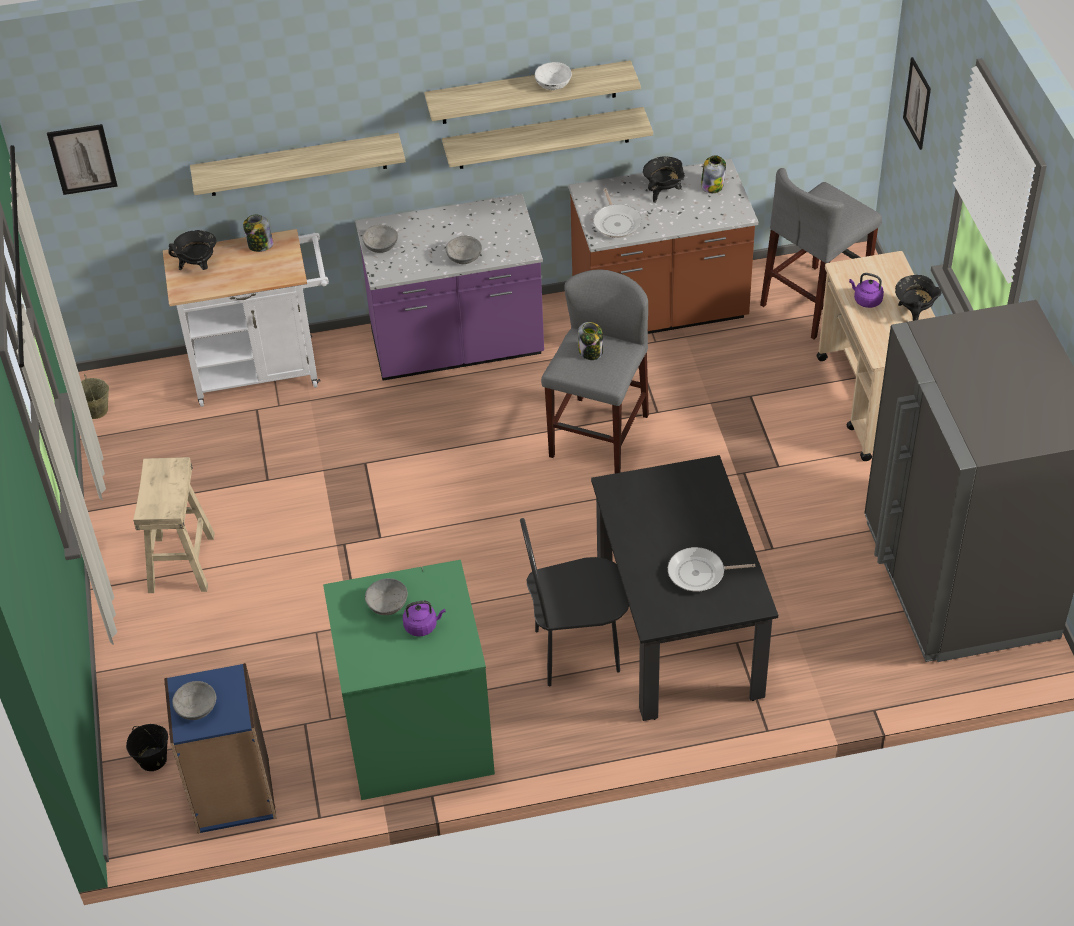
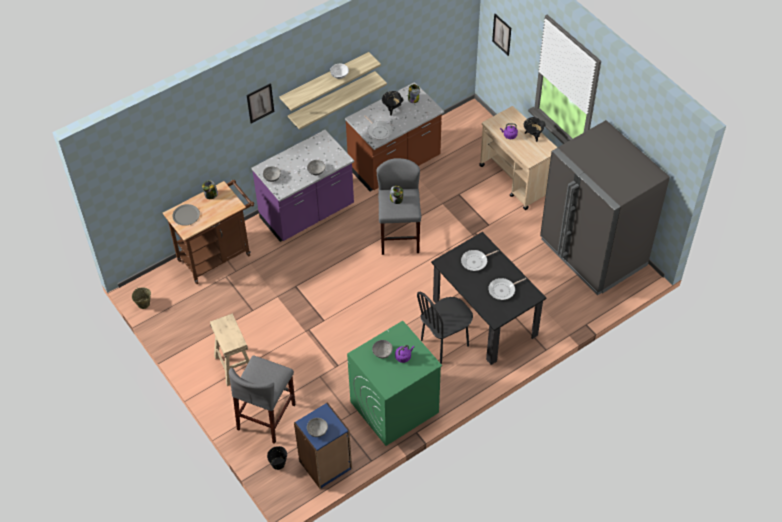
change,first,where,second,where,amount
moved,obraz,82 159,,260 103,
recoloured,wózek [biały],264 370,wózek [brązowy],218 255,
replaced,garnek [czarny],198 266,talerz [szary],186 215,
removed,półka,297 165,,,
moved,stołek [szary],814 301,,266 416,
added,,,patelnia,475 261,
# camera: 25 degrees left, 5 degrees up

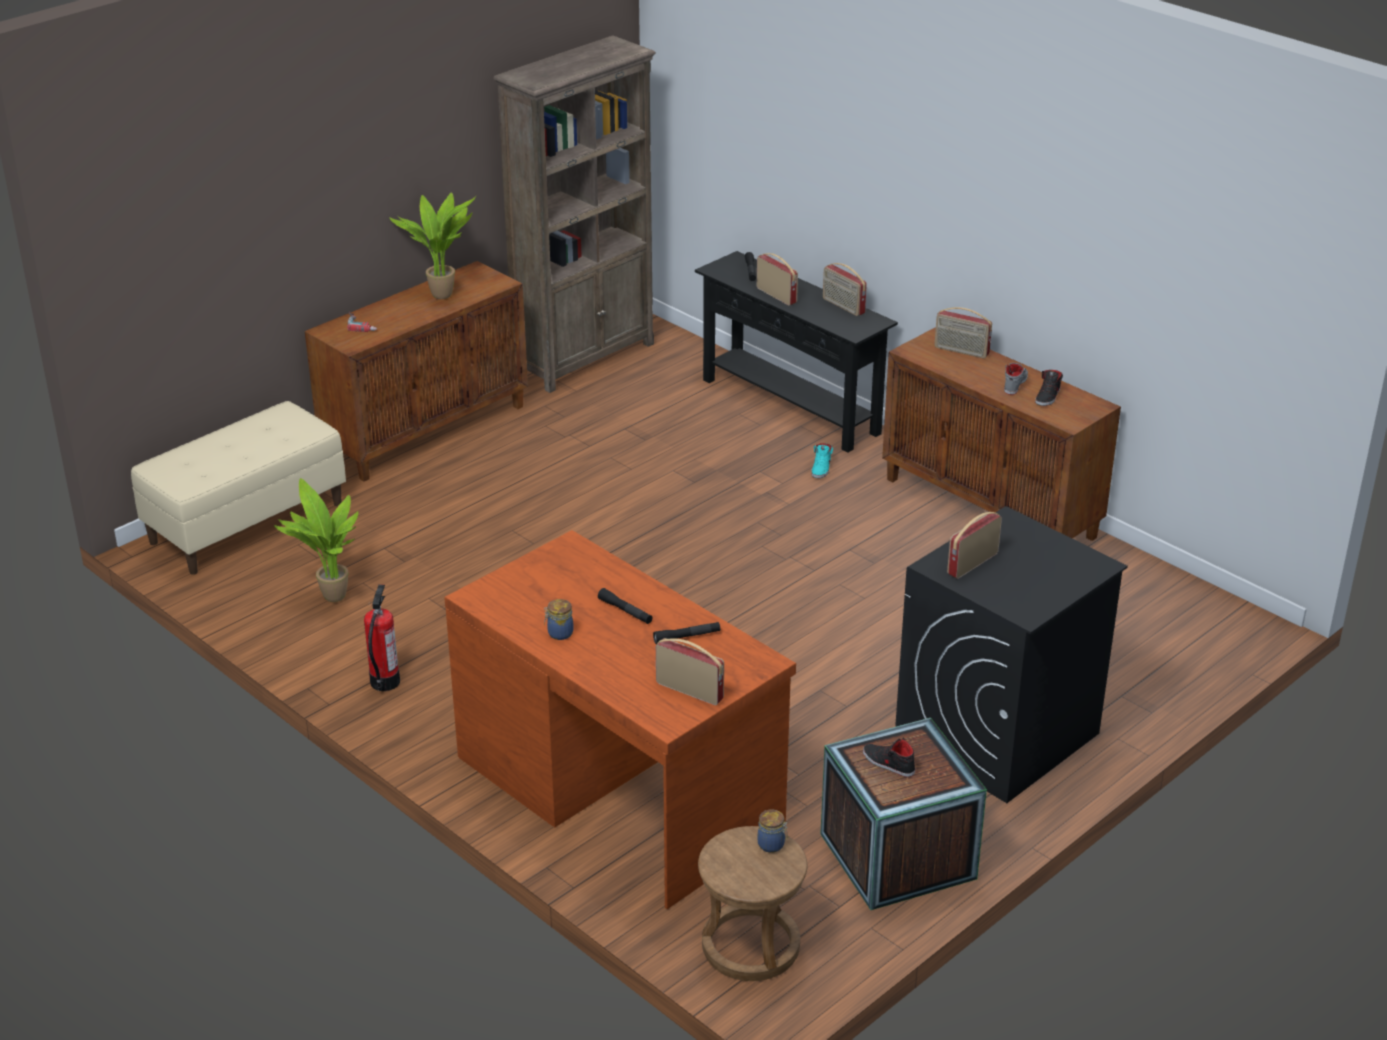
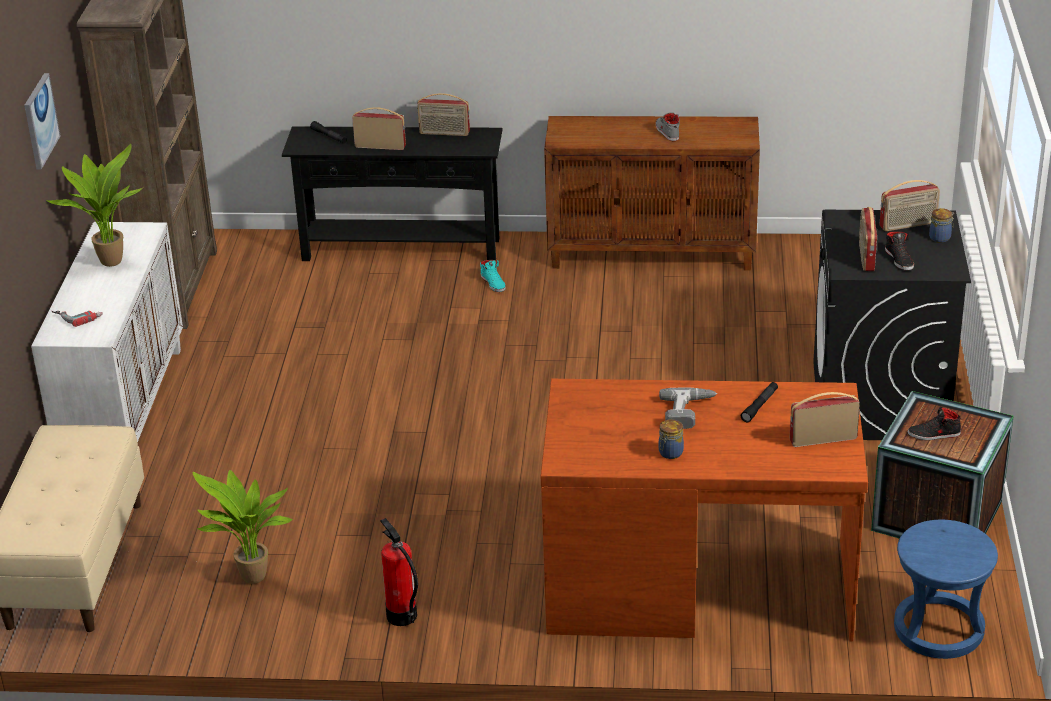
change,first,where,second,where,amount
recoloured,szafka [brązowy],426 431,szafka [biały],123 409,
replaced,latarka [czarny],625 611,wiertarka,689 412,
recoloured,stołek [brązowy],751 946,stołek [niebieski],939 629,
moved,słoik,772 845,,940 238,
moved,radio,961 351,,908 225,
moved,but [czarny],1048 396,,899 259,
added,,,obraz,40 121,
# camera: 40 degrees left, 0 degrees up

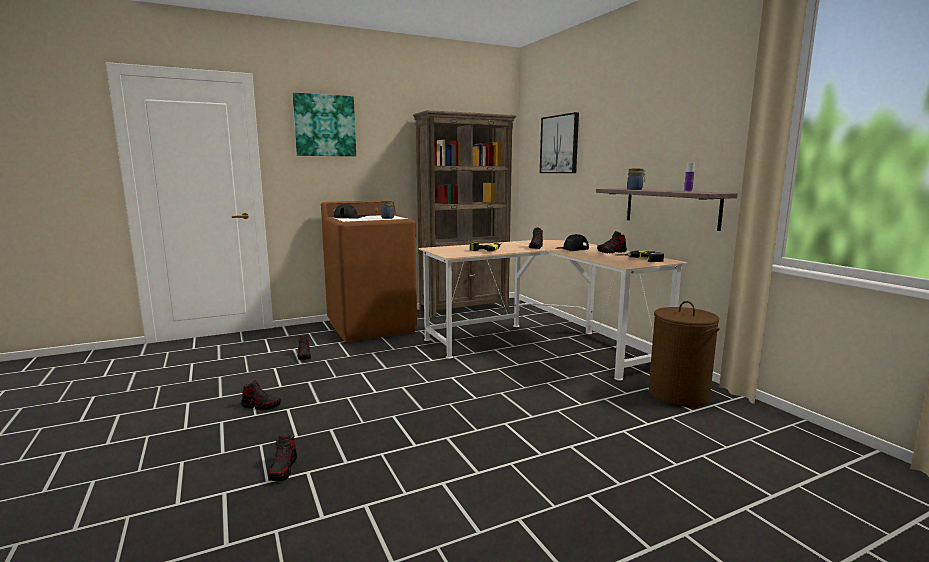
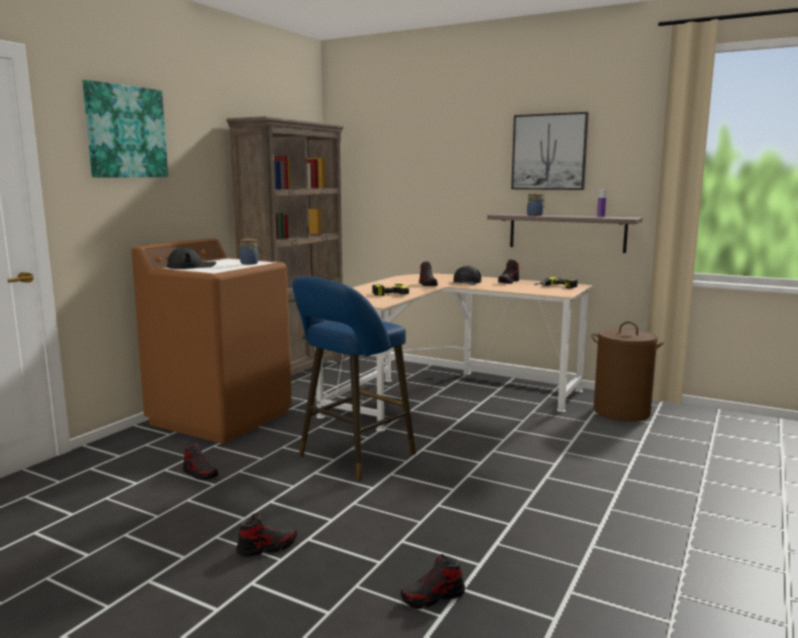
change,first,where,second,where,amount
turned,but,283 469,,433 597,105 degrees clockwise
moved,obraz,559 144,,549 152,
added,,,stołek [niebieski],352 457,
# camera: 35 degrees left, 0 degrees up

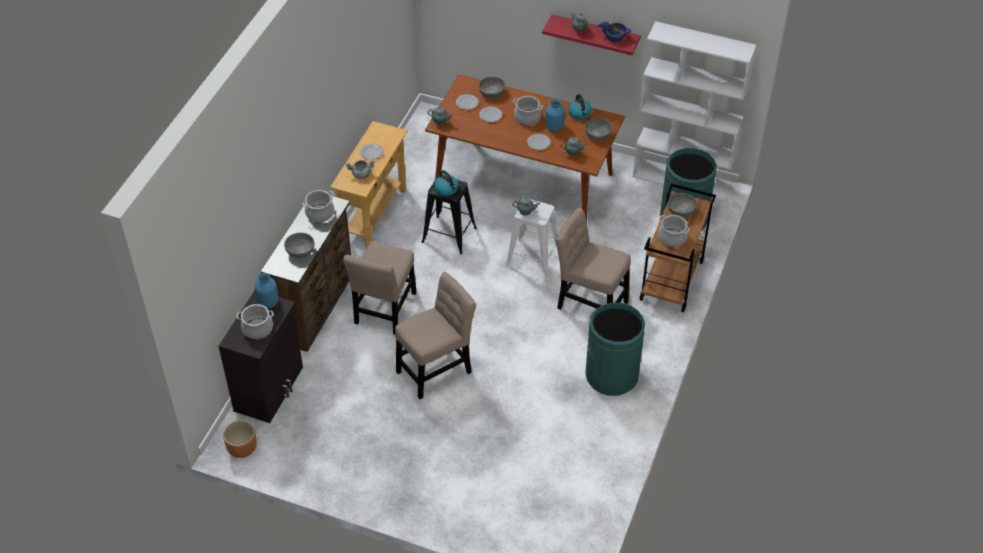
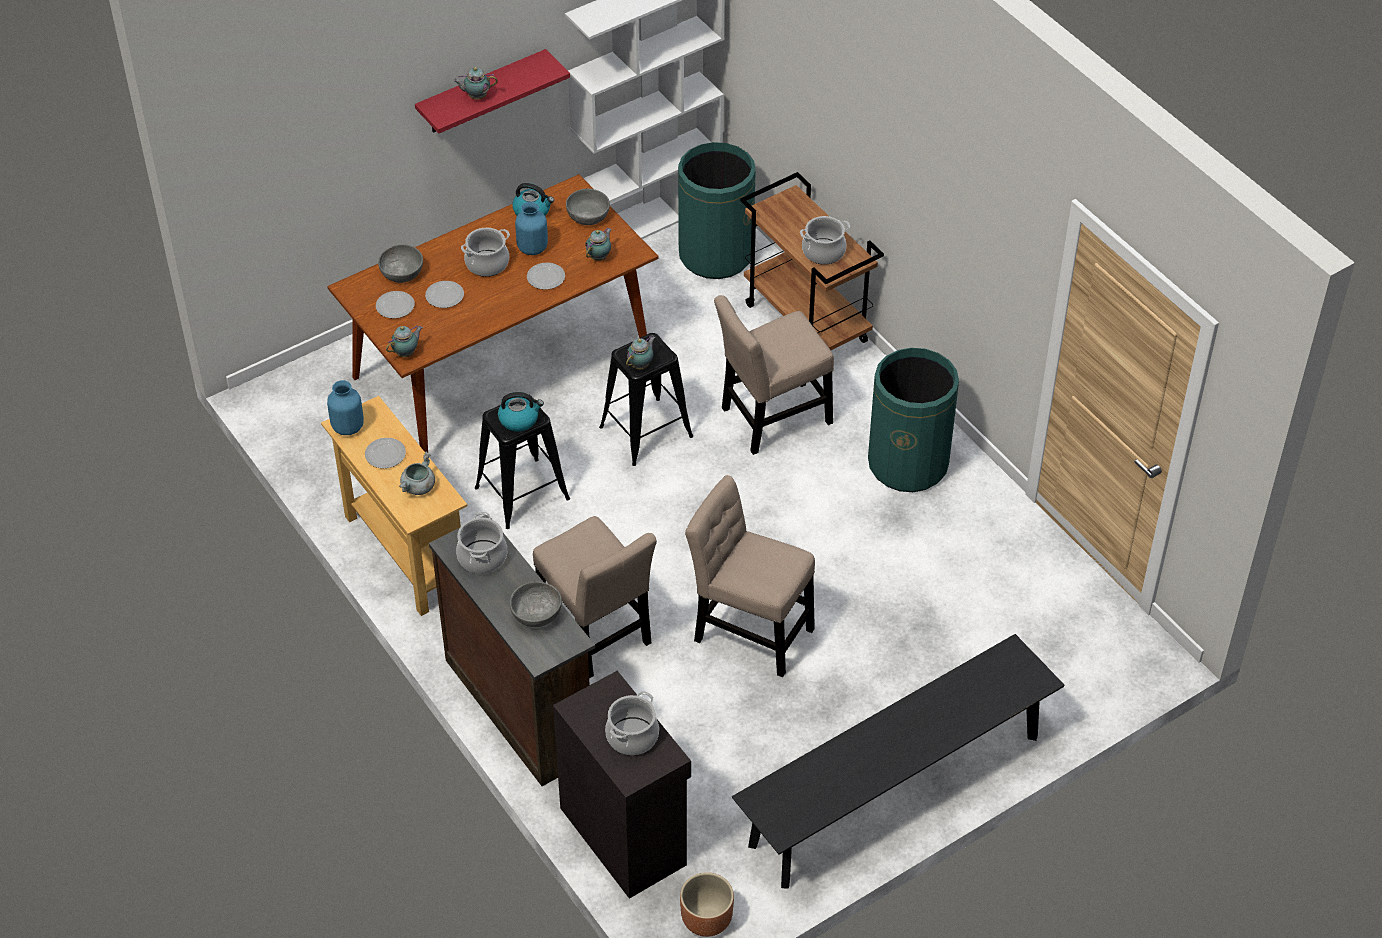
change,first,where,second,where,amount
moved,wazon [niebieski],268 303,,348 427,
turned,krzesło [beżowy],437 369,,748 631,60 degrees counterclockwise
recoloured,stołek [biały],533 259,stołek [czarny],646 431,
removed,miska [niebieski],615 37,,,
removed,miska [szary],681 210,,,
added,,,ławka [czarny],895 790,
# camera: 55 degrees left, 0 degrees up

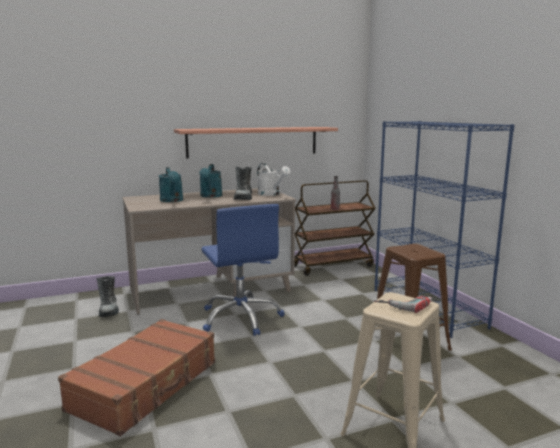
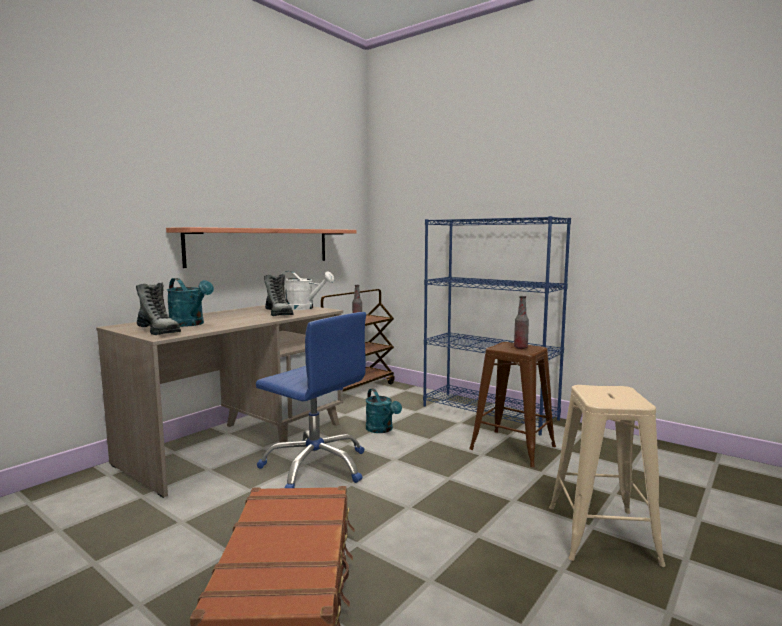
change,first,where,second,where,amount
moved,but z cholewką,108 309,,159 331,
moved,konewka [turkusowy],210 196,,382 430,
removed,wiertarka,403 304,,,
added,,,butelka,520 347,
# camera: 30 degrees left, 5 degrees down

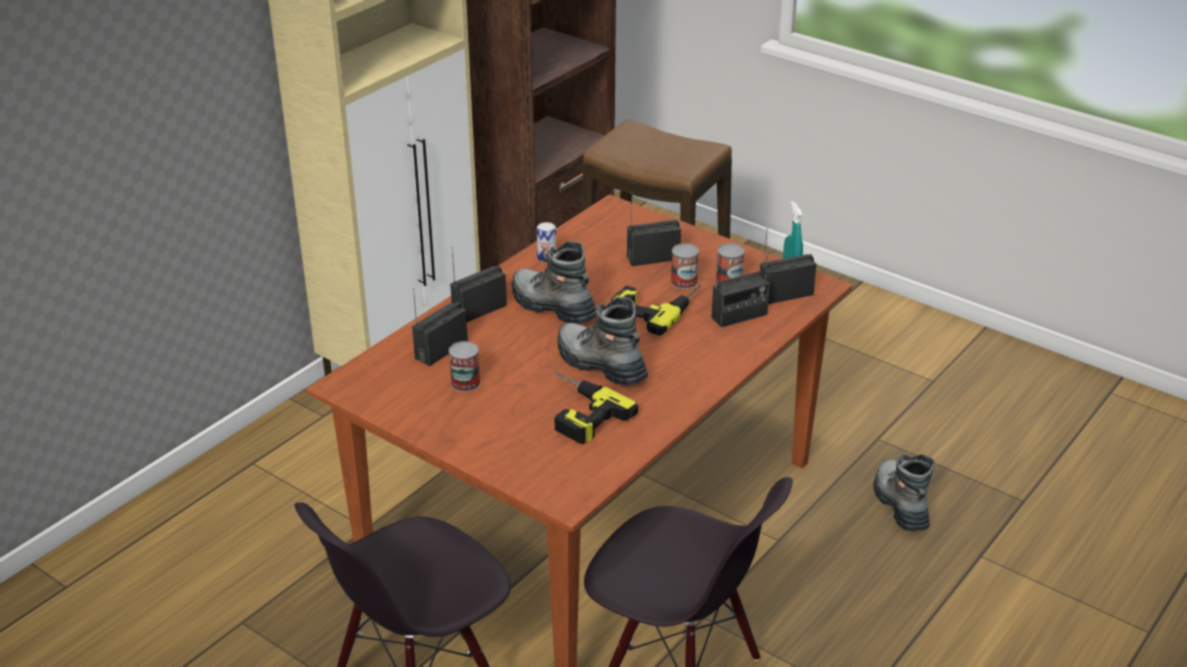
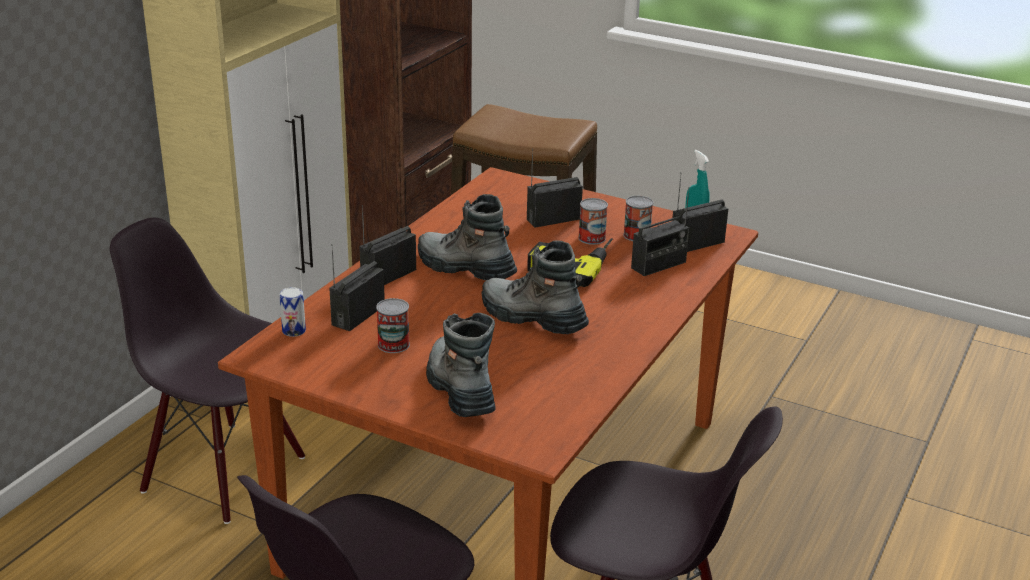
change,first,where,second,where,amount
moved,puszka,546 258,,294 330,
removed,wiertarka,576 412,,,
moved,but z cholewką,900 504,,460 389,
added,,,krzesło [czarny],225 472,
# camera: 10 degrees left, 5 degrees down

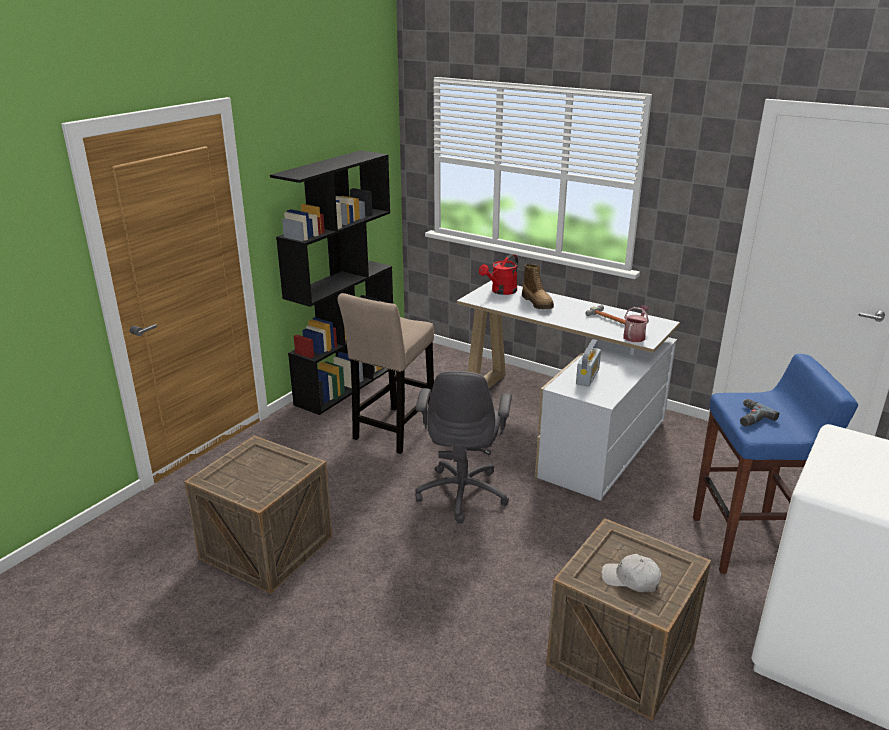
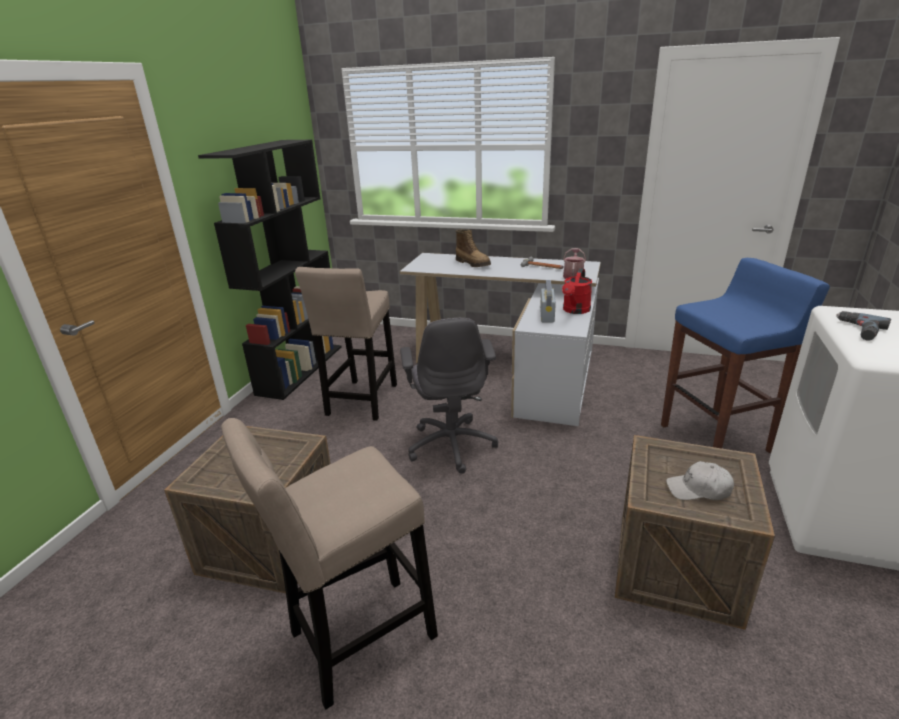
change,first,where,second,where,amount
moved,konewka [czerwony],501 291,,575 311,
moved,wiertarka,749 417,,858 330,
added,,,stołek [beżowy],355 640,
# camera: 15 degrees left, 0 degrees up

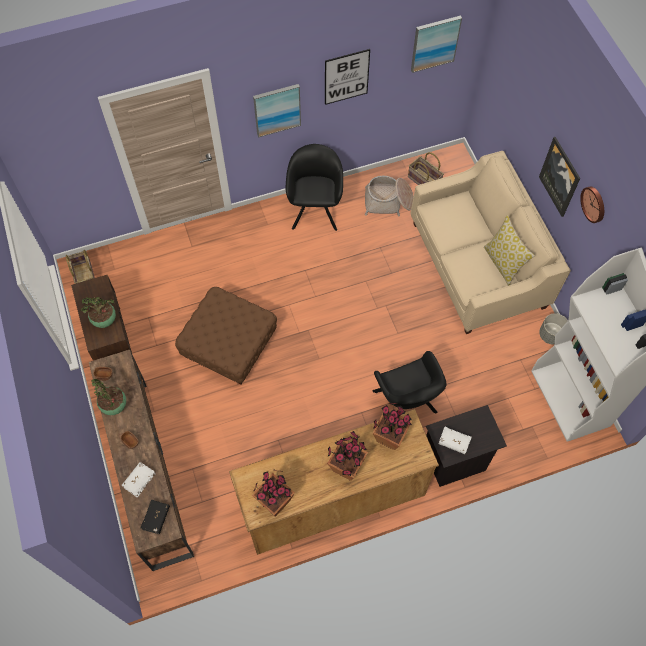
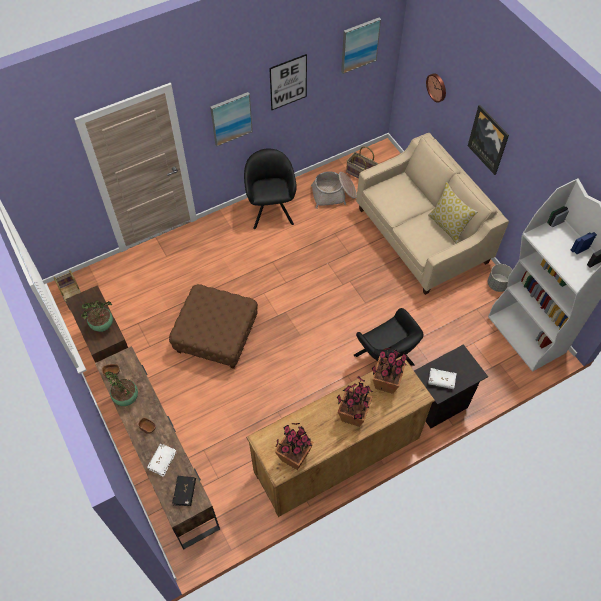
change,first,where,second,where,amount
moved,zegar ścienny,594 204,,437 87,
# camera: 10 degrees left, 5 degrees down

